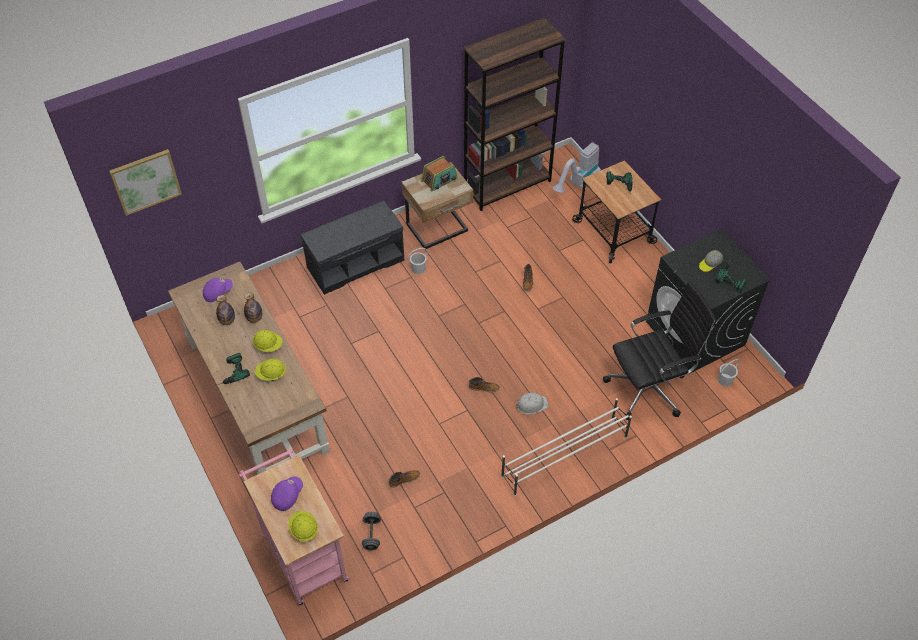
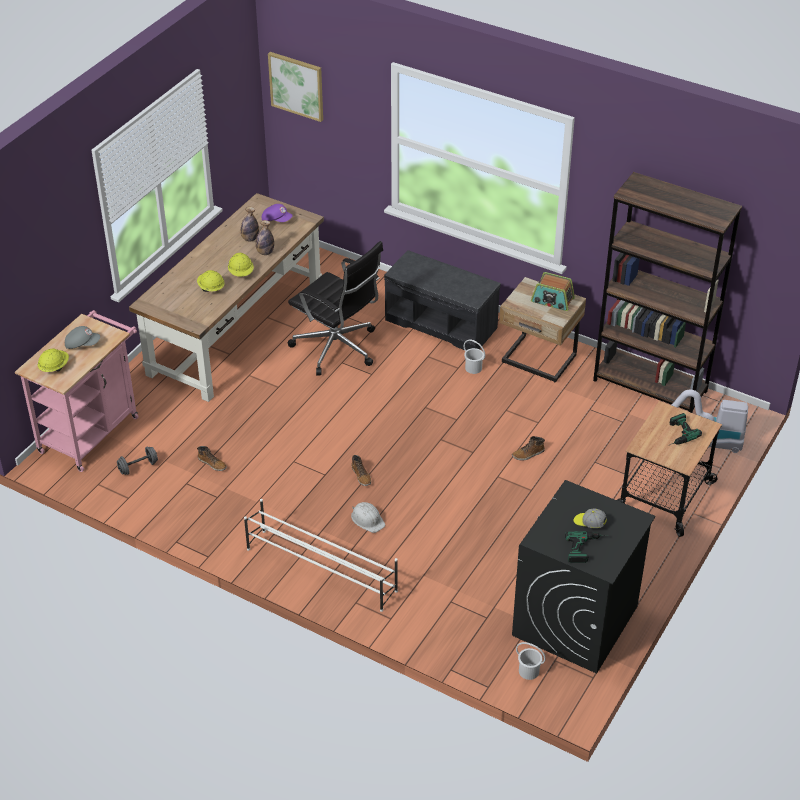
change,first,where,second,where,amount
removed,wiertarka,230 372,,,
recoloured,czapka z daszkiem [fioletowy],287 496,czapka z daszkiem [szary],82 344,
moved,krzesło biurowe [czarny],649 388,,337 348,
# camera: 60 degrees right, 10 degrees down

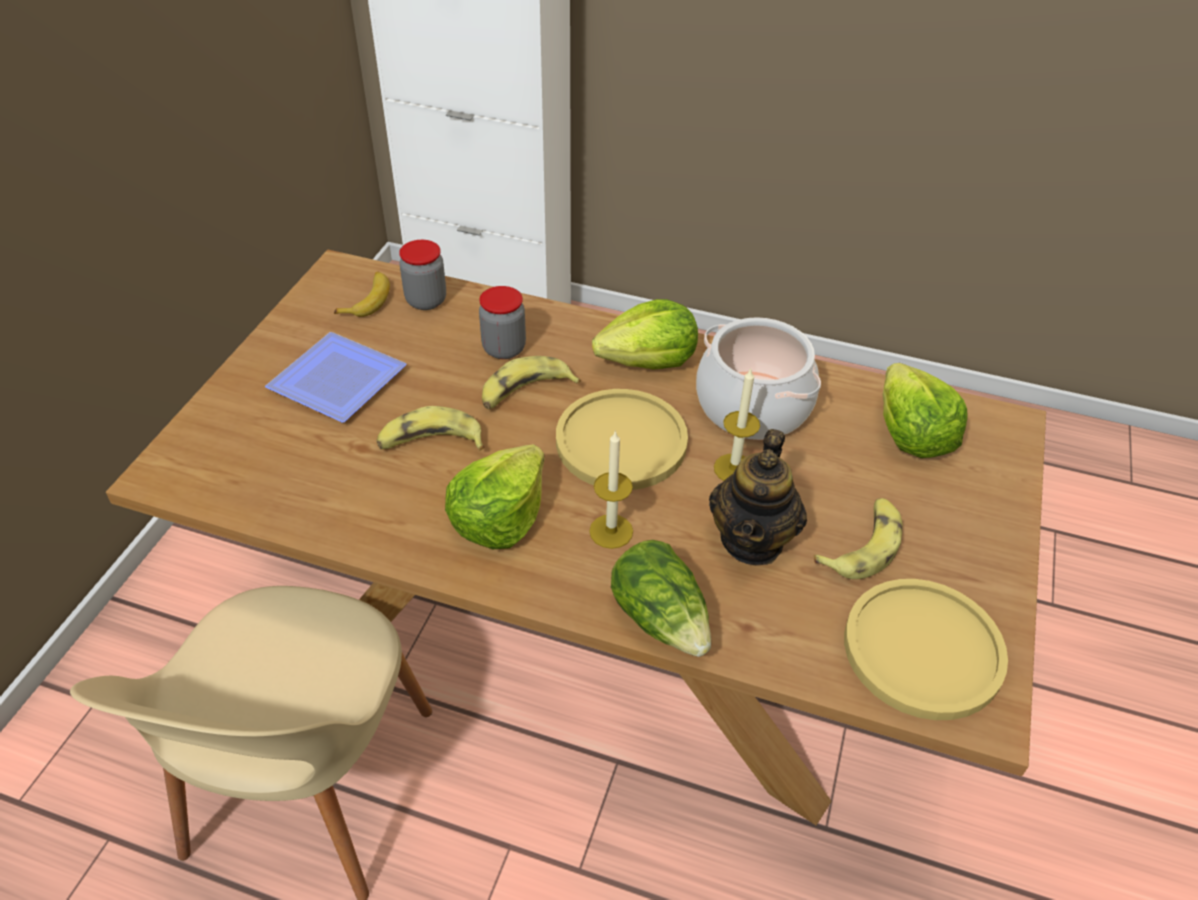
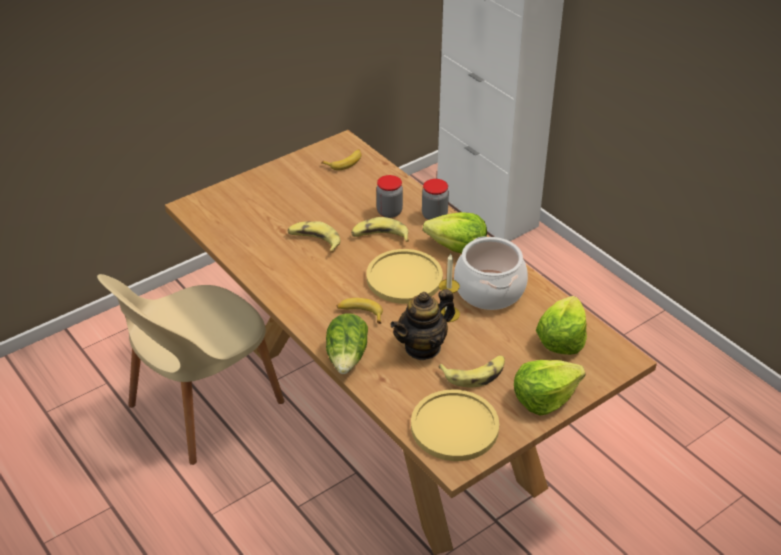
change,first,where,second,where,amount
removed,talerz,338 384,,,
moved,słoik,426 300,,434 215,
moved,sałata,499 517,,544 397,
replaced,świeca,611 531,banan,360 313,
# camera: 35 degrees right, 5 degrees down

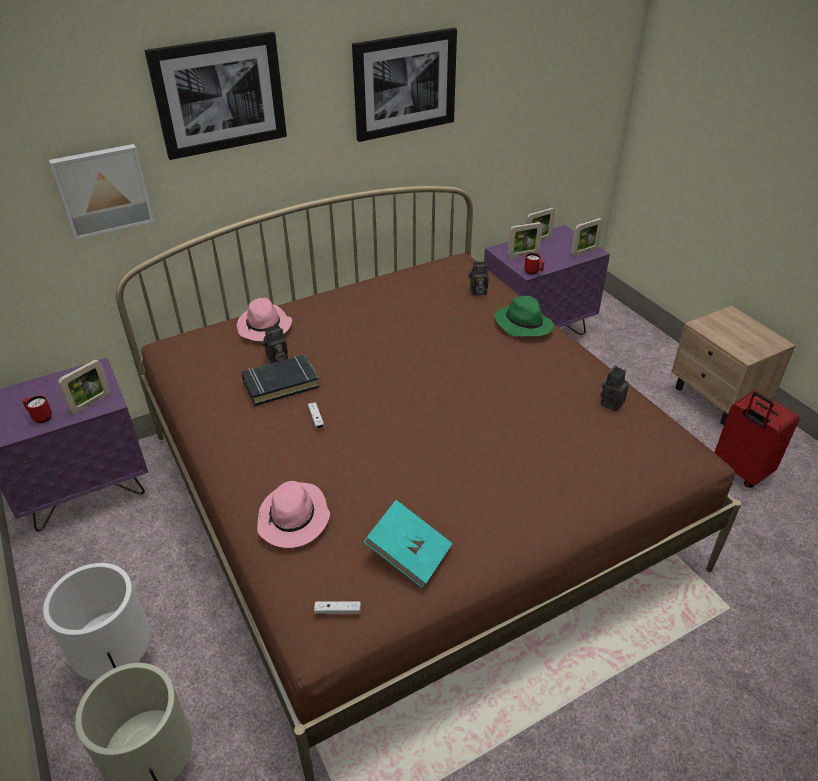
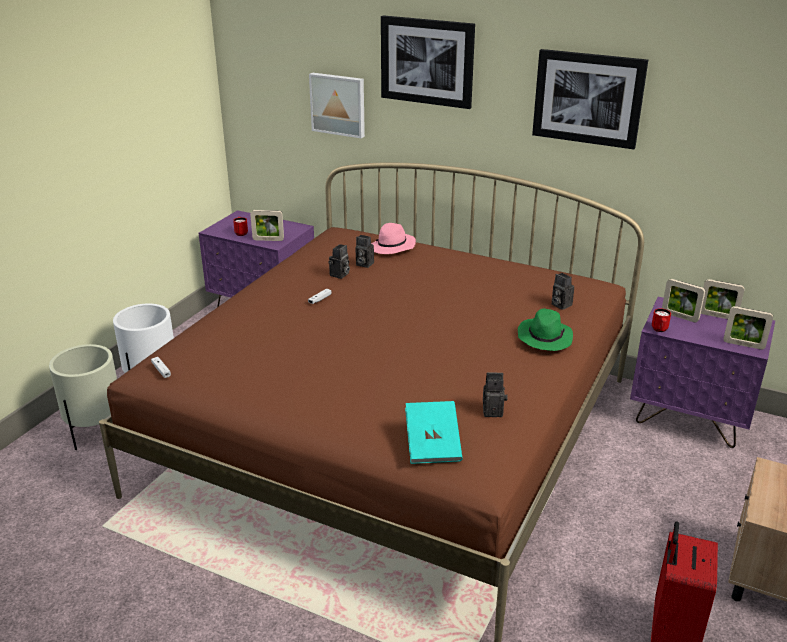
change,first,where,second,where,amount
replaced,książka [czarny],280 384,aparat fotograficzny,339 275,
removed,kapelusz [różowy],294 519,,,
moved,książka [turkusowy],409 554,,432 445,
# camera: 55 degrees right, 10 degrees down

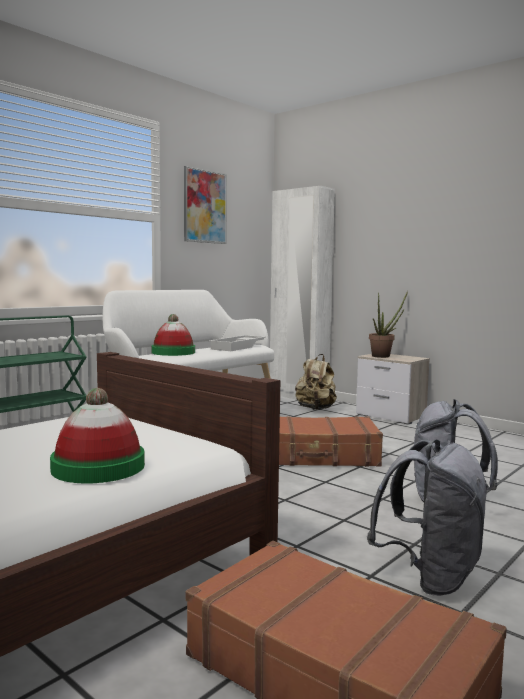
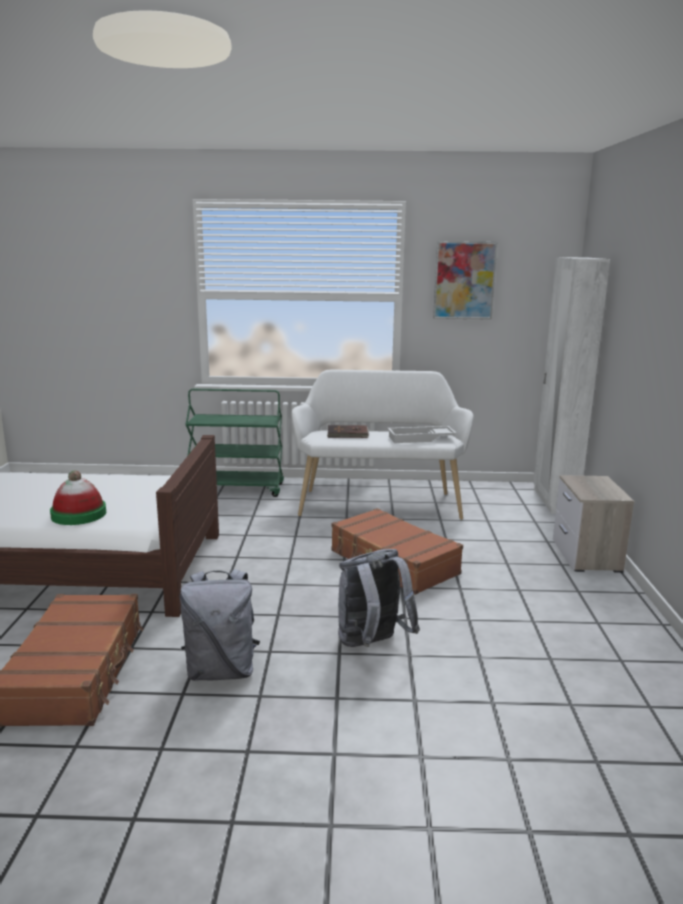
change,first,where,second,where,amount
replaced,kapelusz,173 352,książka [brązowy],348 434,
removed,plecak [beżowy],316 409,,,
removed,roślina doniczkowa,384 356,,,
# camera: 50 degrees right, 10 degrees up

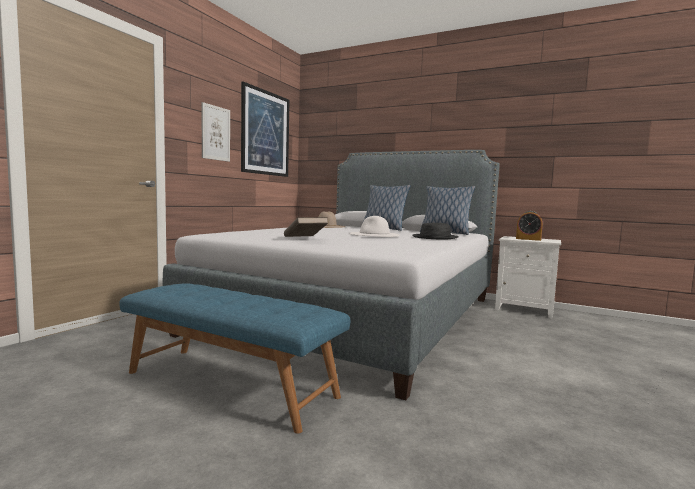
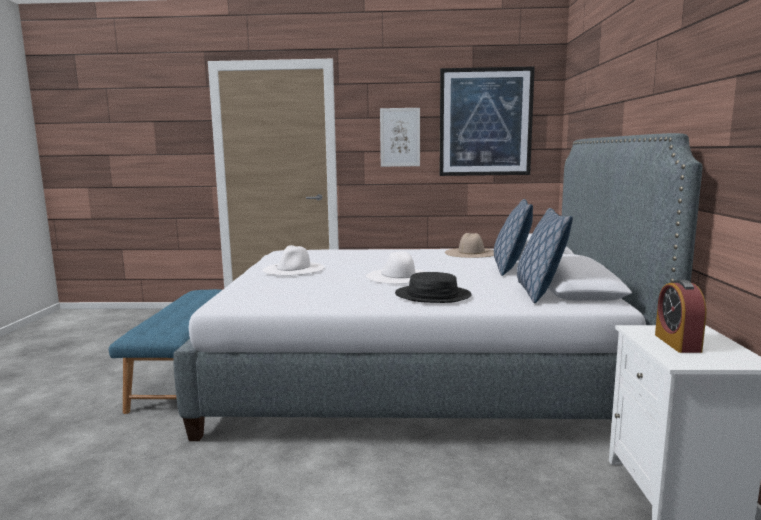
change,first,where,second,where,amount
replaced,książka [brązowy],305 238,kapelusz [biały],294 268,
# camera: 65 degrees right, 5 degrees up

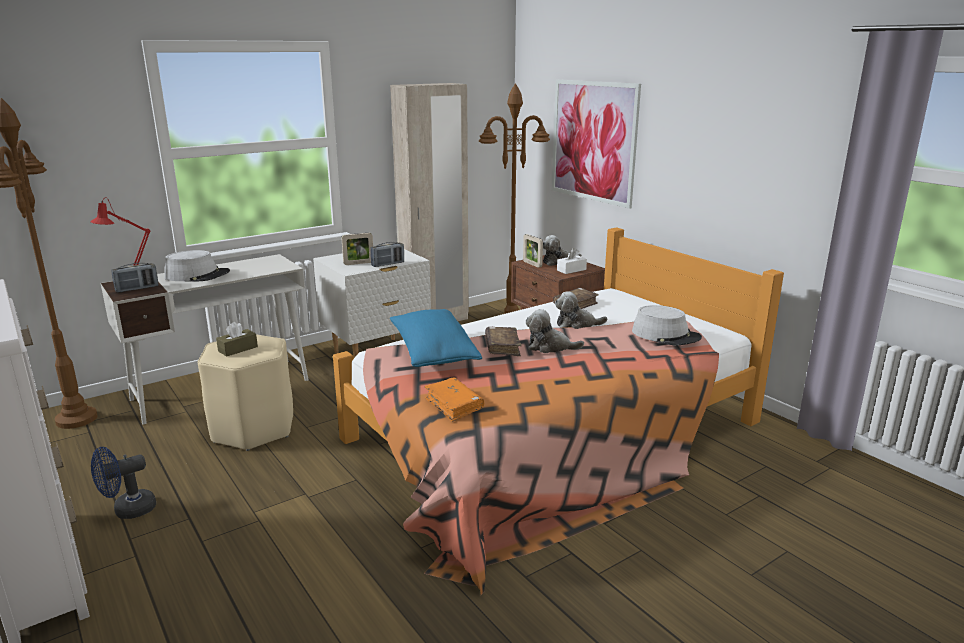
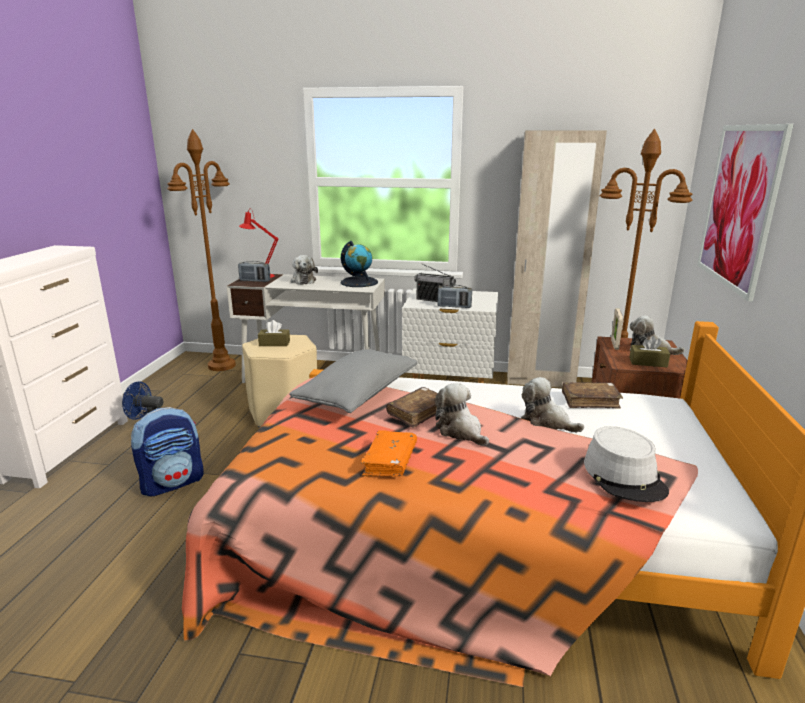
change,first,where,second,where,amount
replaced,kapelusz [szary],197 275,pluszak,303 280,
replaced,ramka na zdjęcie,358 263,radio,434 300,
recoloured,poduszka [niebieski],433 354,poduszka [szary],358 395,
moved,książka [pomarańczowy],454 405,,390 461,
recoloured,pudełko chusteczek [biały],571 270,pudełko chusteczek [brązowy],648 362,
added,,,plecak,173 483,
added,,,globus,359 282,
# camera: 45 degrees right, 0 degrees up

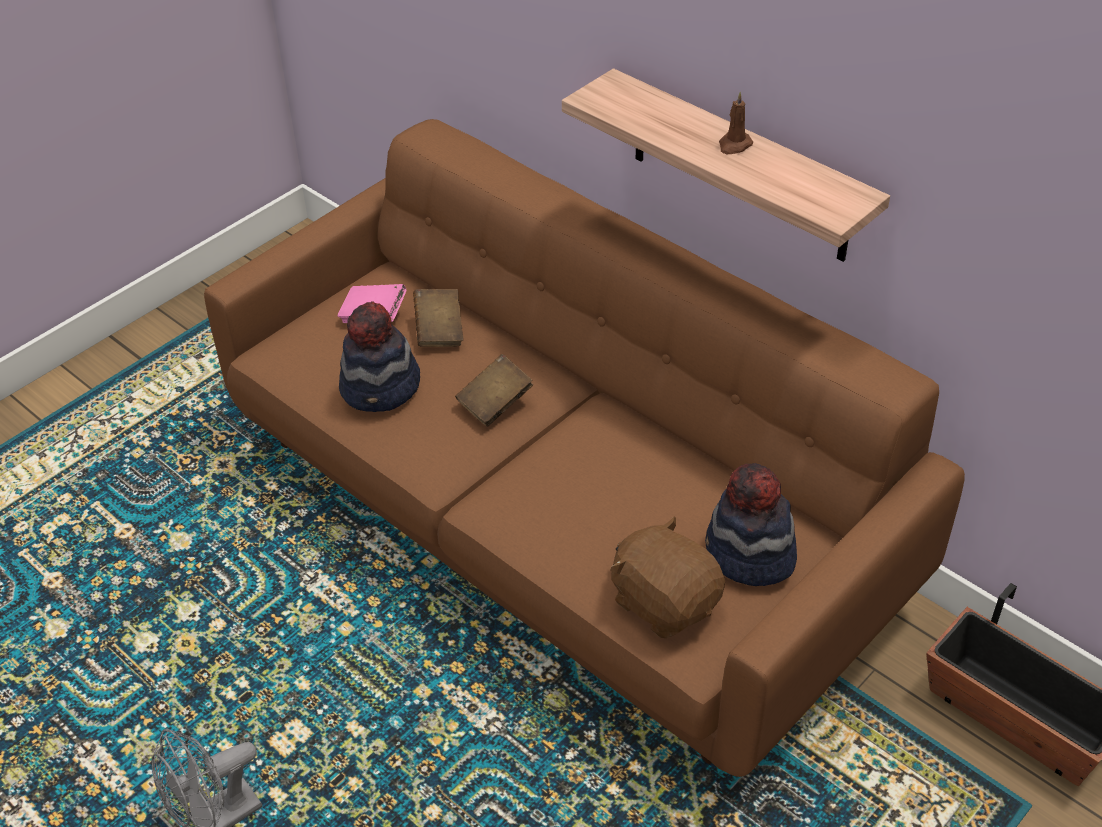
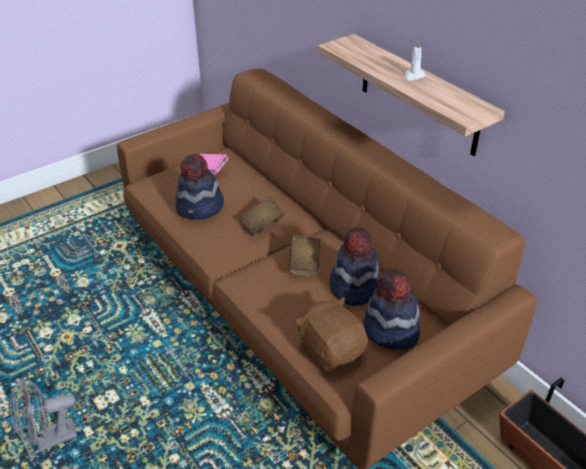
change,first,where,second,where,amount
moved,książka [brązowy],439 330,,304 264,
recoloured,świeca [brązowy],734 145,świeca [biały],413 76,
added,,,kapelusz,354 287,
# camera: 10 degrees right, 5 degrees down

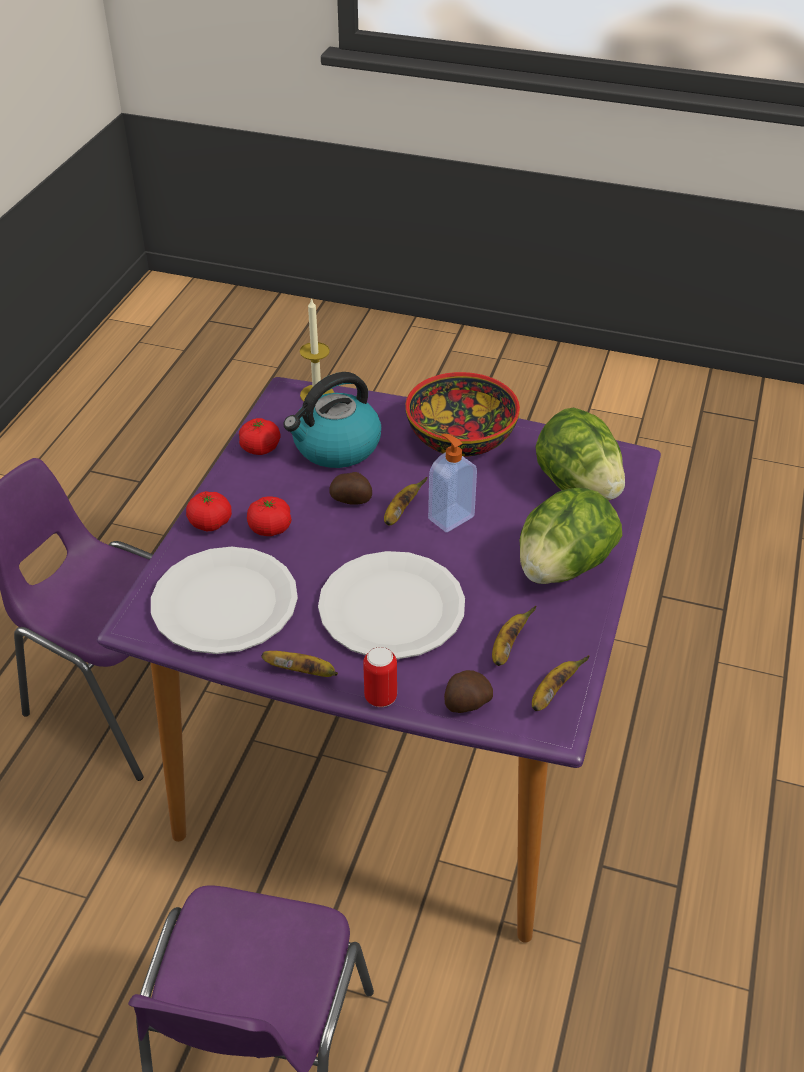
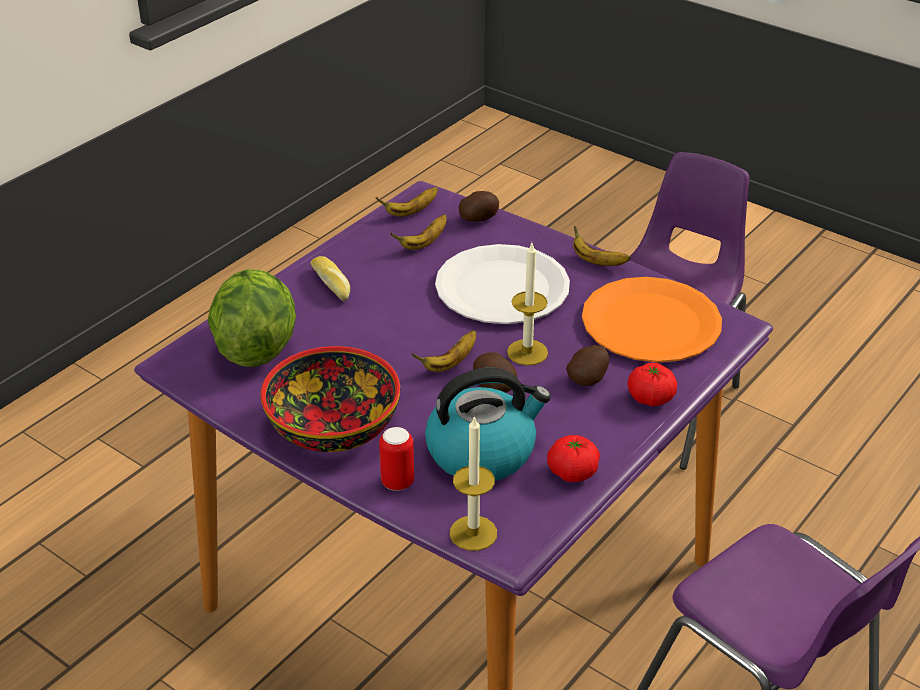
change,first,where,second,where,amount
recoloured,talerz [biały],225 602,talerz [pomarańczowy],650 323,
replaced,pomidor,270 528,ziemniak,589 378,
moved,puszka,380 697,,397 482,
removed,dozownik mydła,450 517,,,
replaced,sałata,563 568,chleb,332 284,
added,,,świeca,527 352,
# camera: 160 degrees left, 5 degrees down

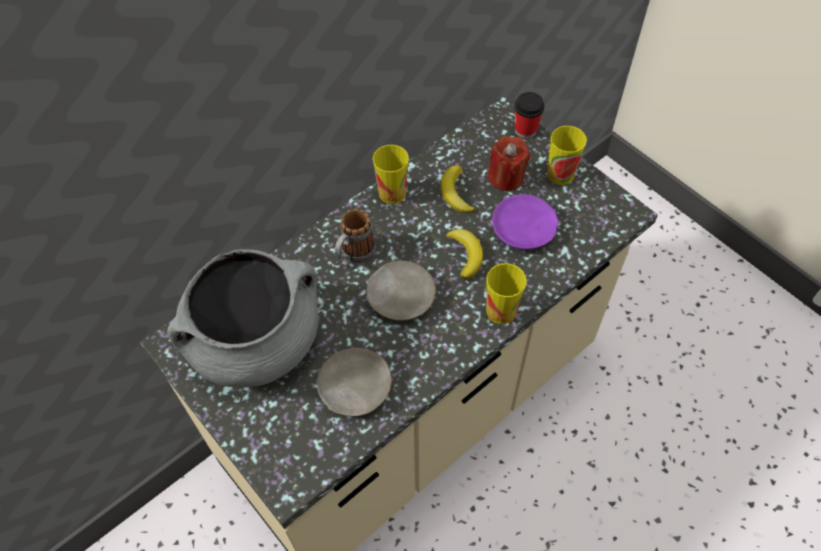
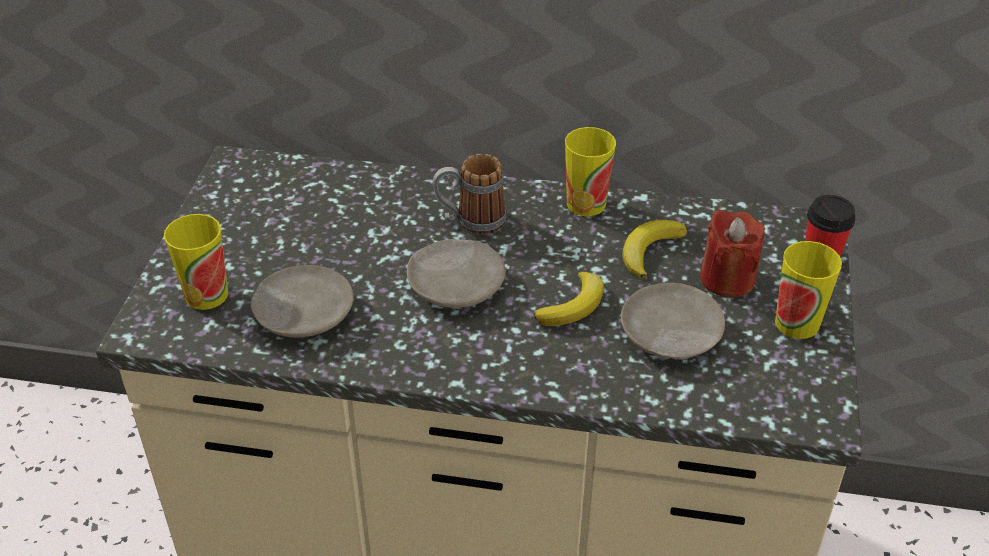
change,first,where,second,where,amount
removed,garnek [szary],256 341,,,
moved,filiżanka,501 311,,206 295,
recoloured,talerz [fioletowy],523 229,talerz [beżowy],670 334,
# camera: 50 degrees right, 15 degrees down

